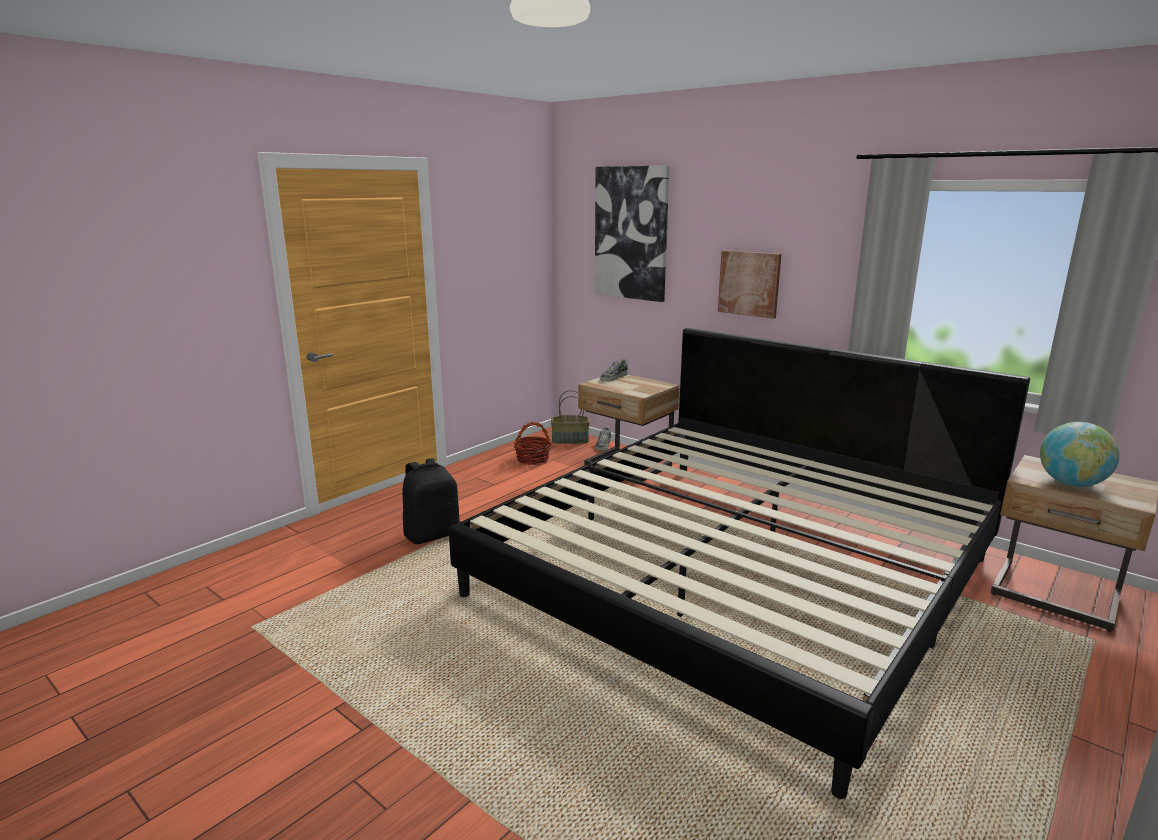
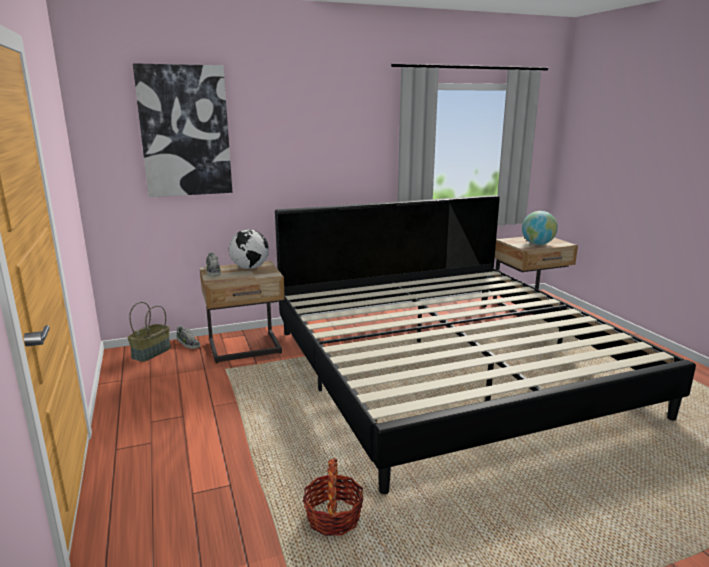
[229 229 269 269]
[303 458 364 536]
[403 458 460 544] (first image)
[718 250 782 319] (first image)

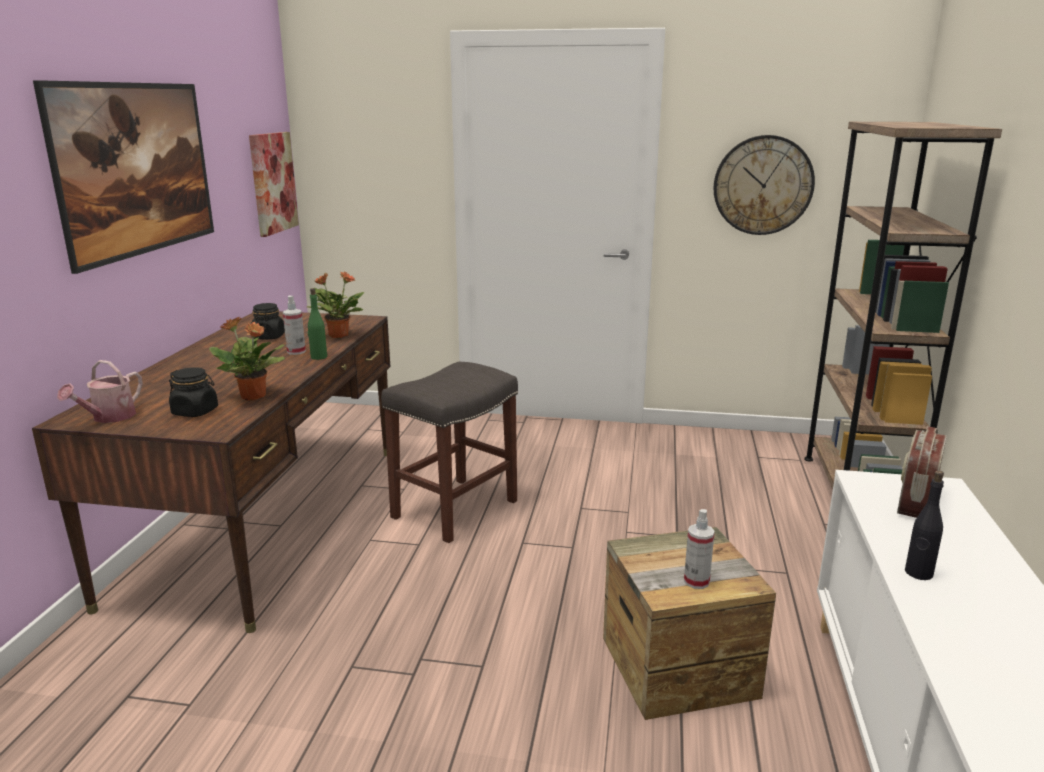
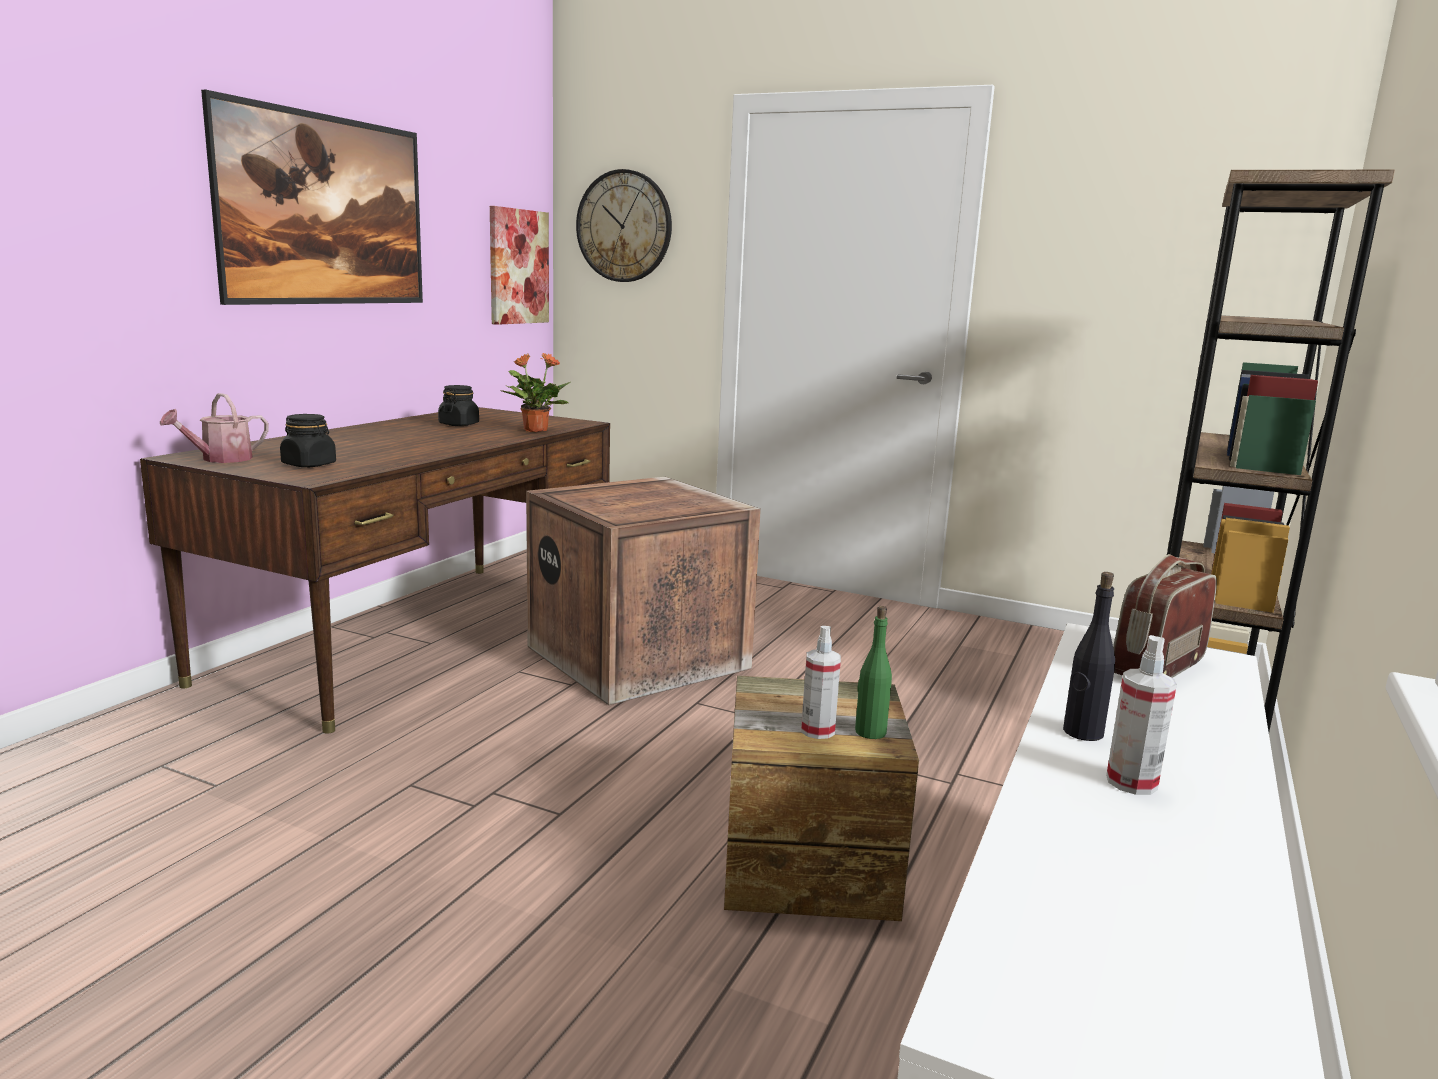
[526 477 761 705]
[576 169 672 282]
[855 606 892 739]
[1106 635 1177 795]
[209 317 285 401] (first image)

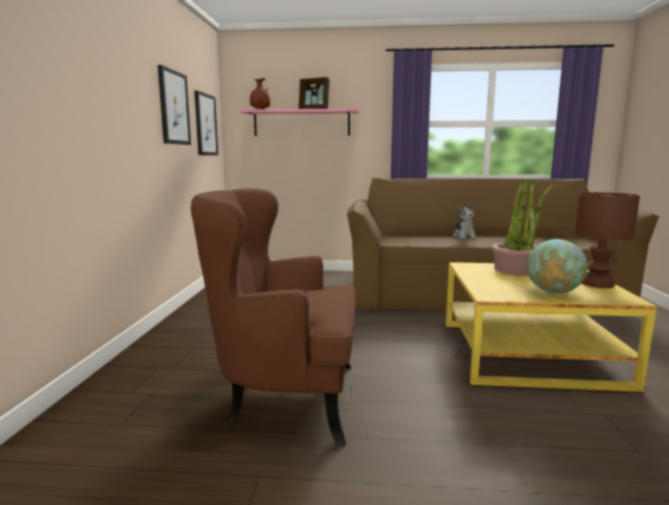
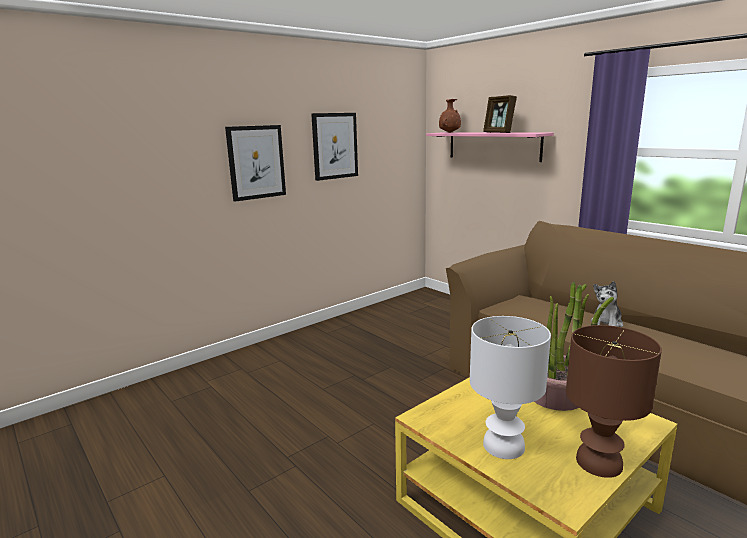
[225 125 286 202]
[470 316 551 459]
[191 188 355 446] (first image)

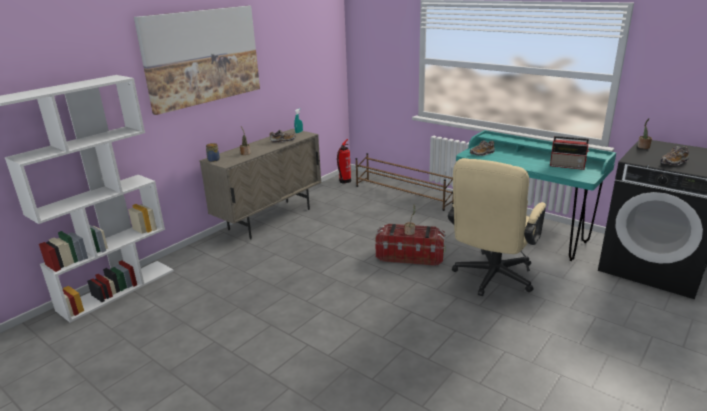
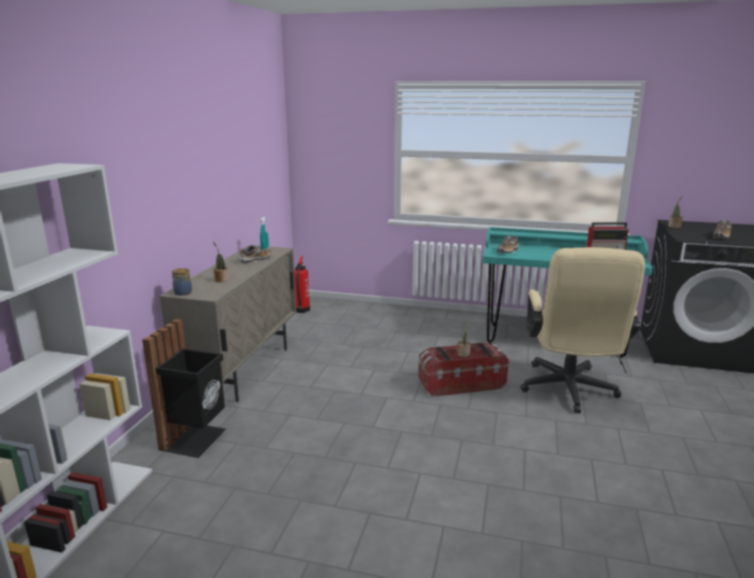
[142 319 226 458]
[134 6 260 115] (first image)
[356 153 454 211] (first image)

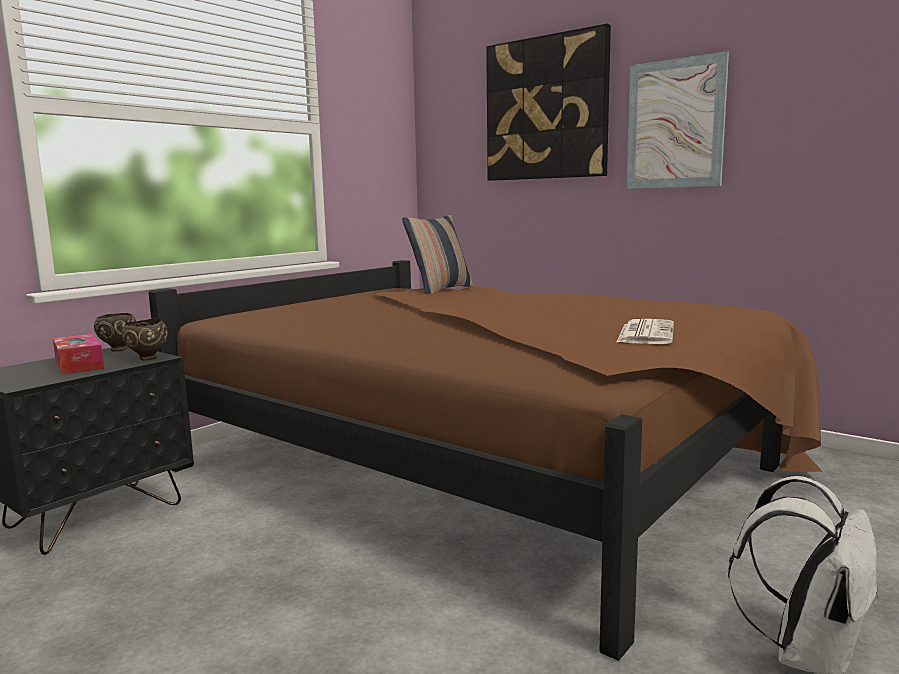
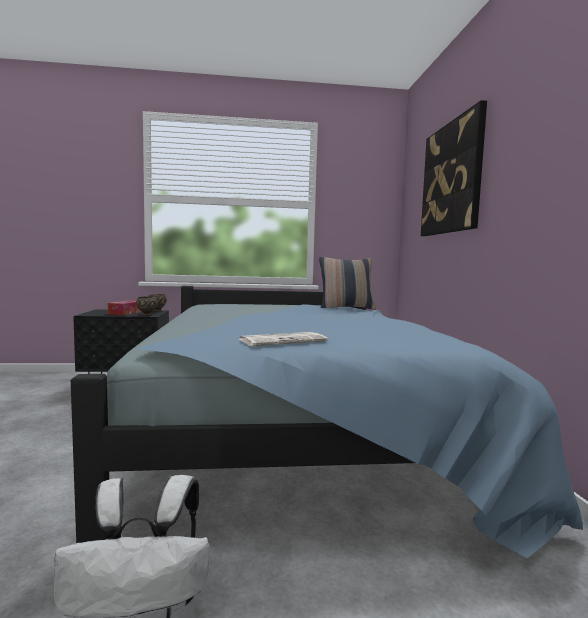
[71 286 583 558]
[626 51 729 189] (first image)

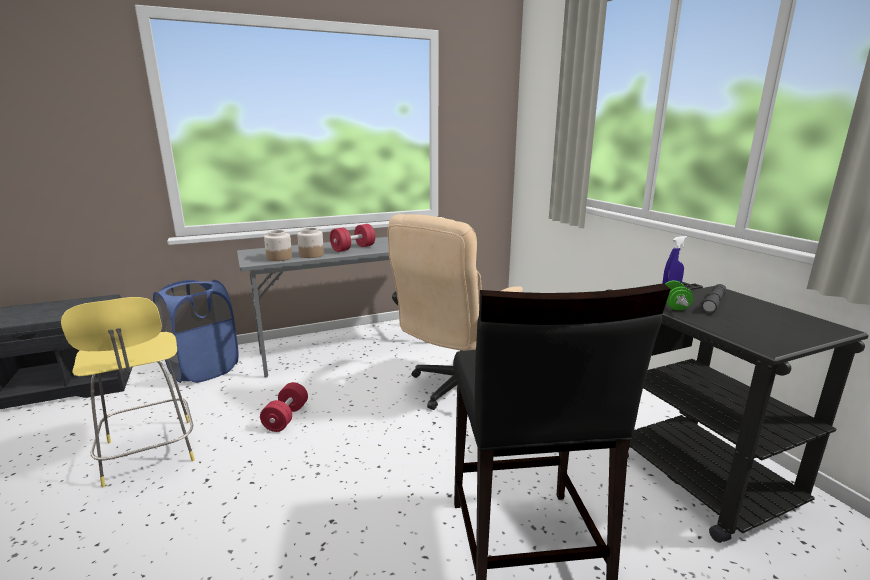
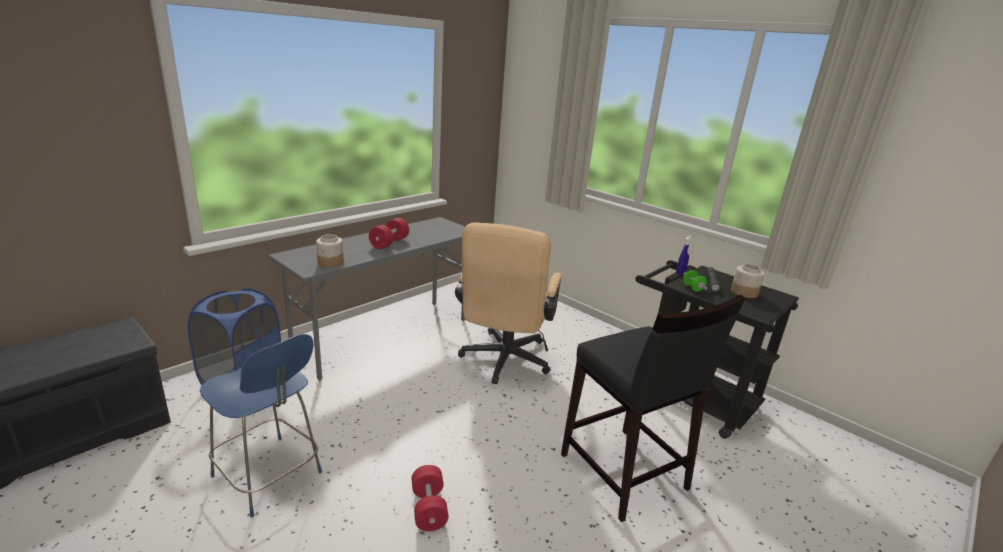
[200 334 322 517]
[412 465 449 531]
[731 264 765 298]

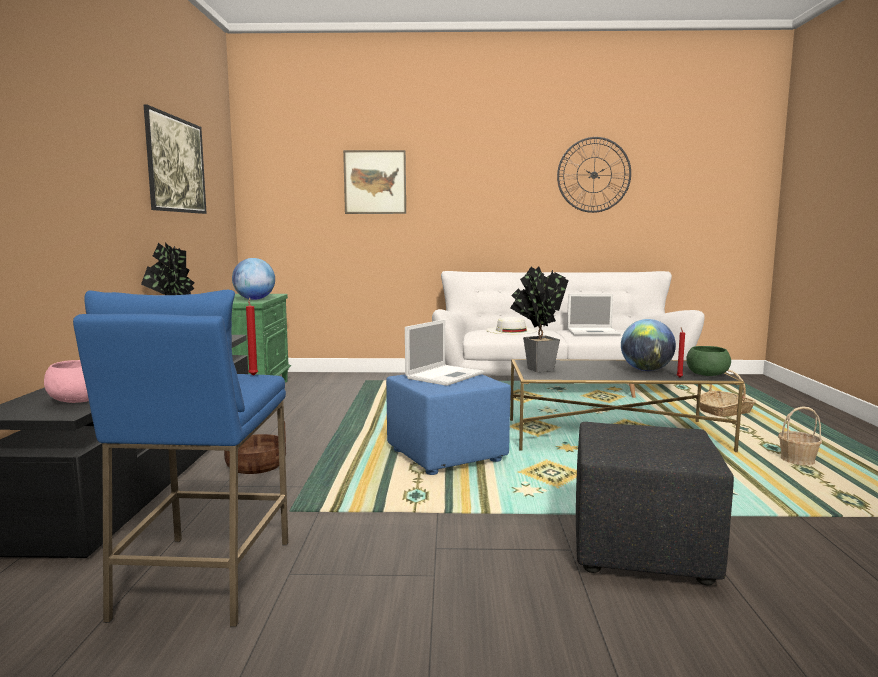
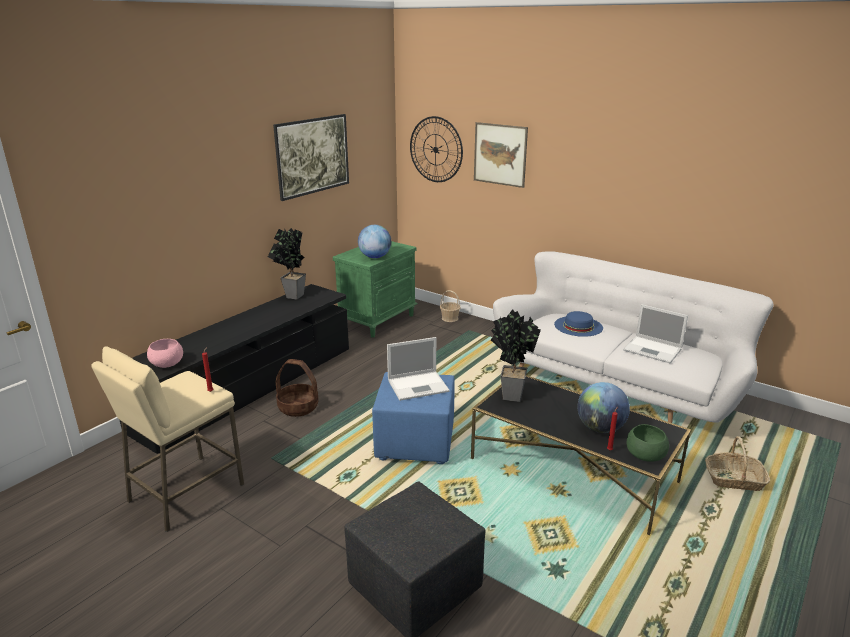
[91 346 244 532]
[410 116 463 182]
[440 290 461 322]
[554 311 603 337]

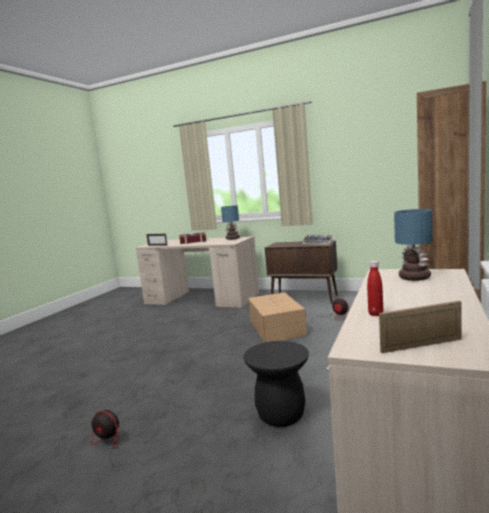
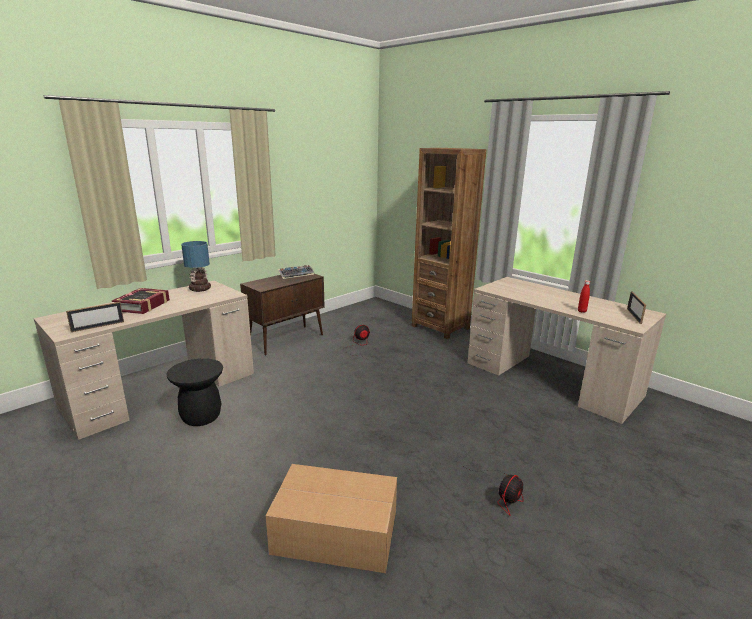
[167 358 223 426]
[266 464 397 573]
[394 209 433 281] (first image)

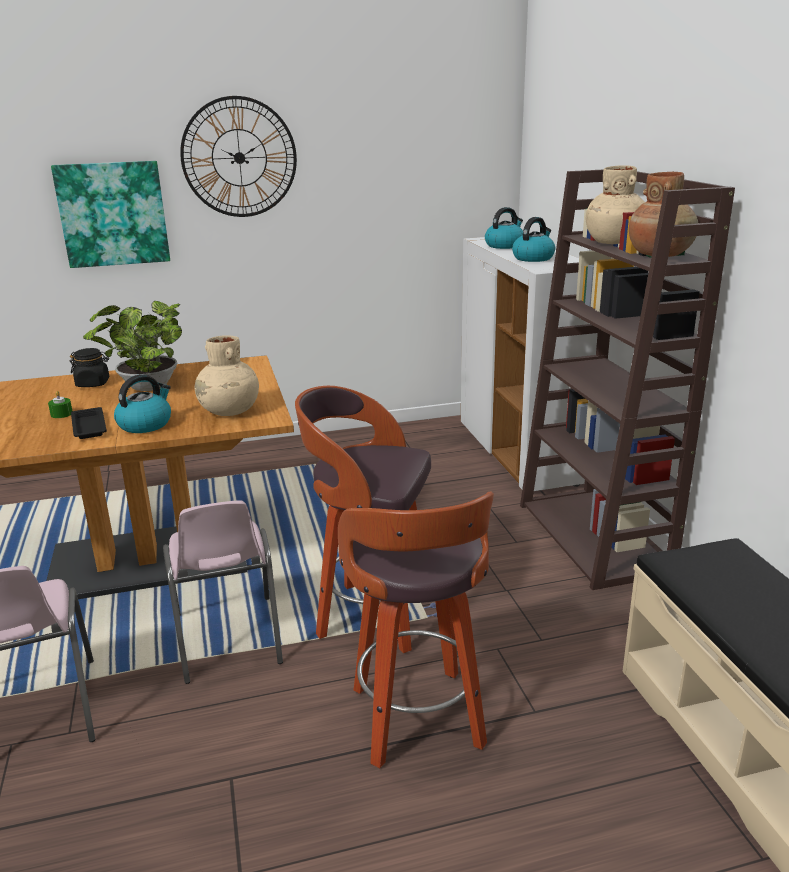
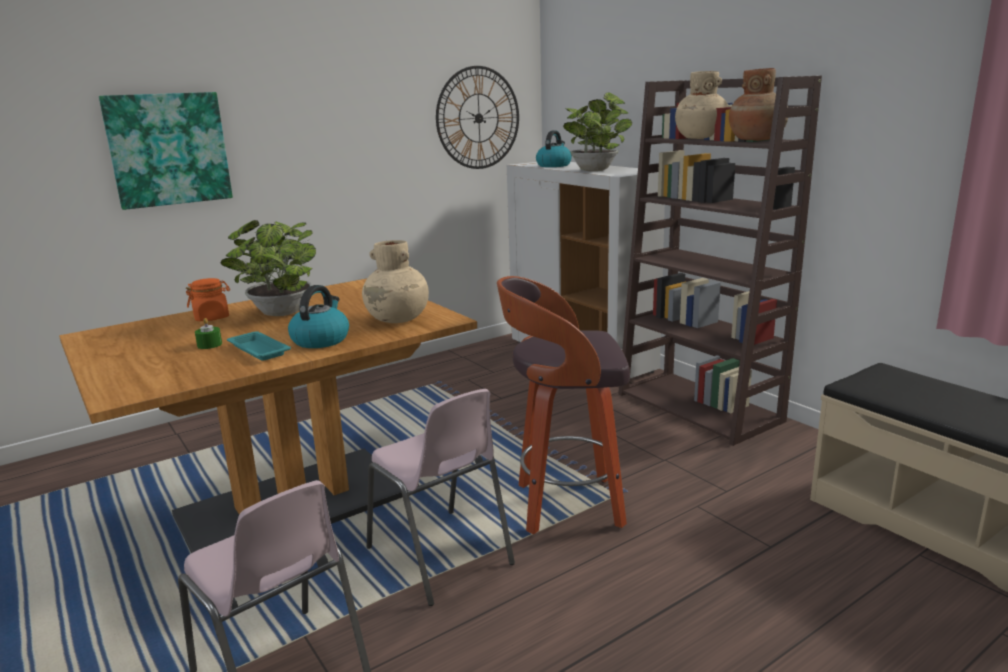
[185 278 230 321]
[227 331 291 361]
[436 66 519 169]
[563 92 632 171]
[338 491 494 768] (first image)

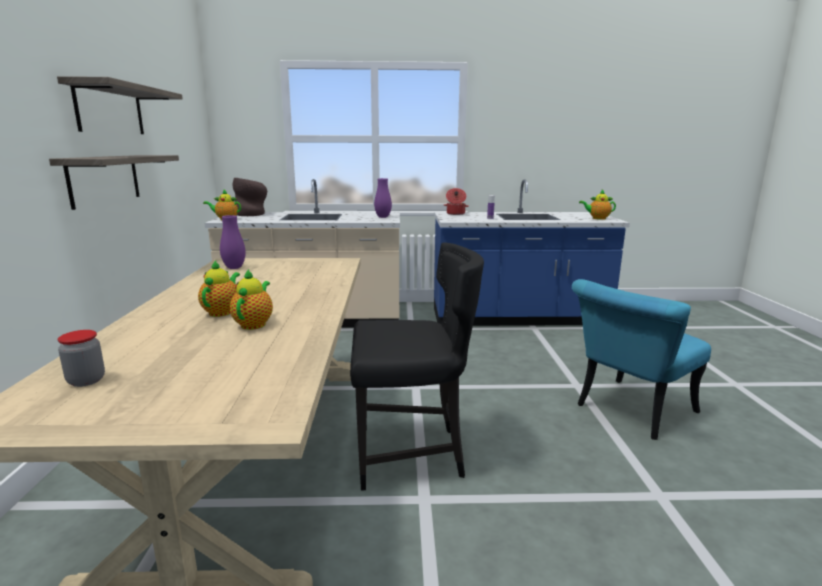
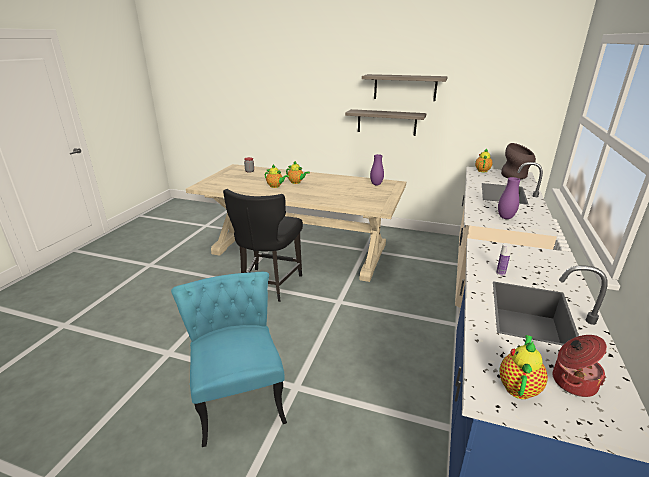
[553 335 607 397]

